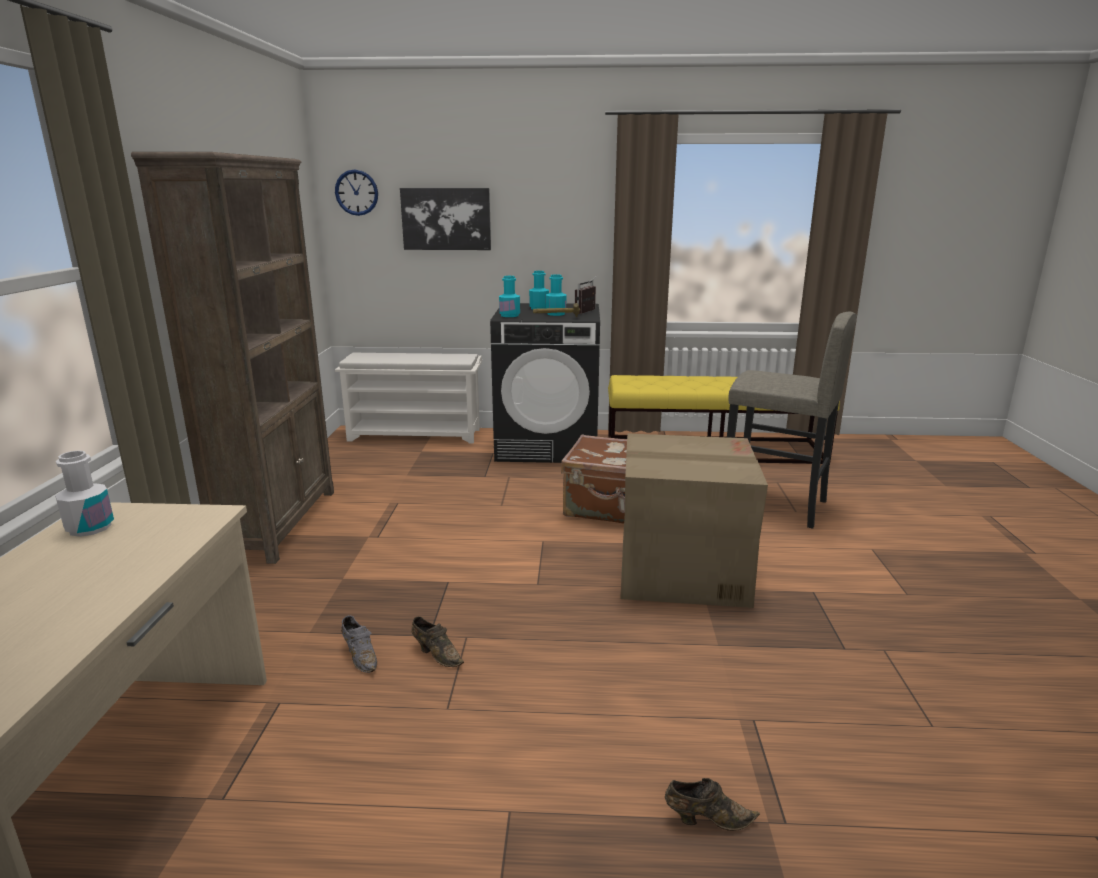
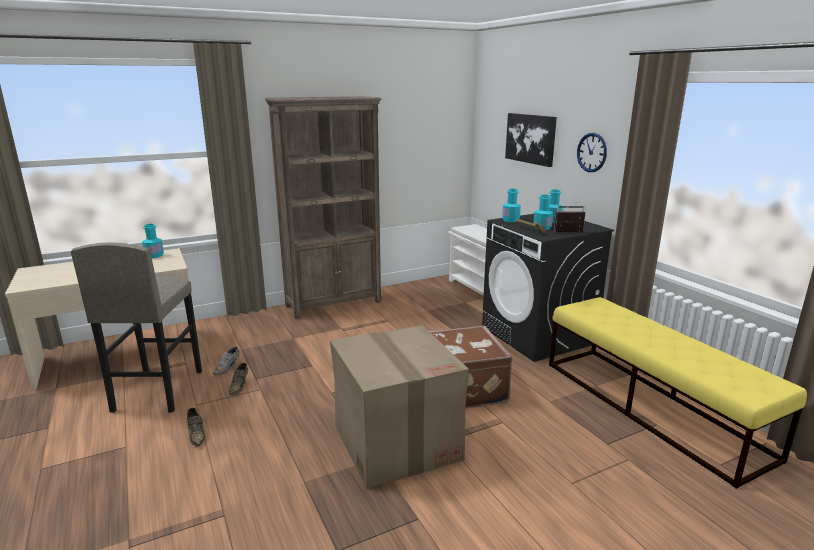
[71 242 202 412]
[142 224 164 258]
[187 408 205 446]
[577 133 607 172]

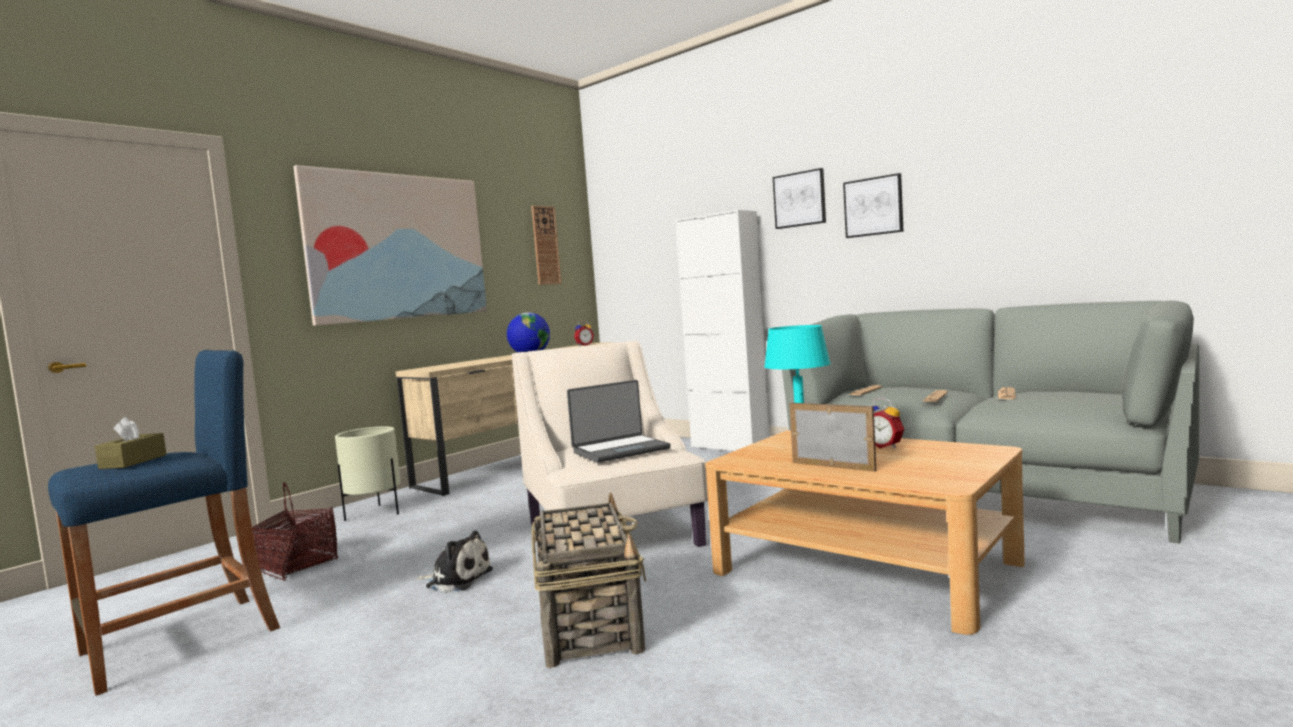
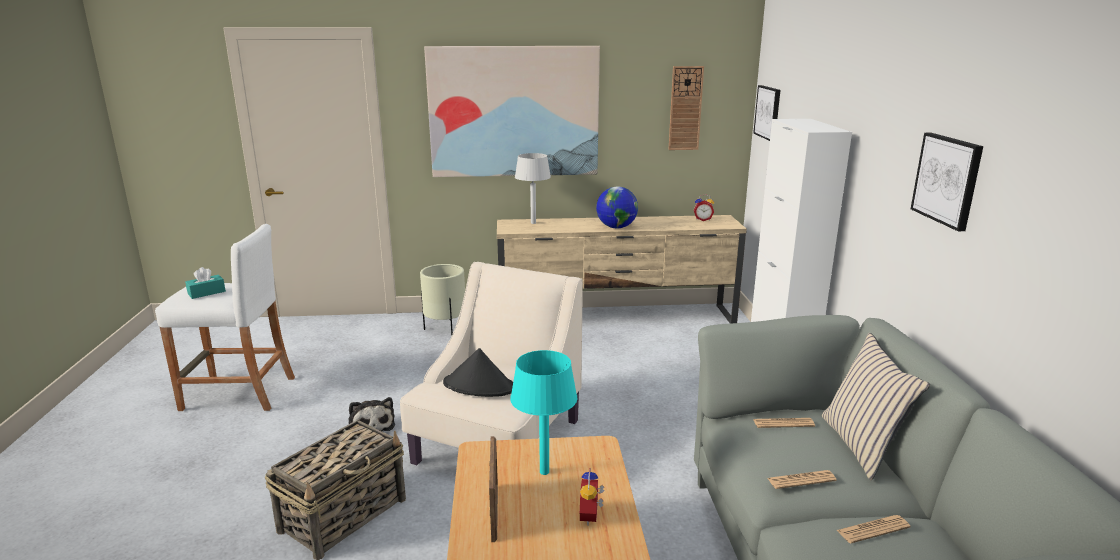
[155 224 295 411]
[185 267 226 299]
[443 348 513 397]
[515 153 551 224]
[753 85 780 141]
[822 333 930 481]
[252 482 338 581] (first image)

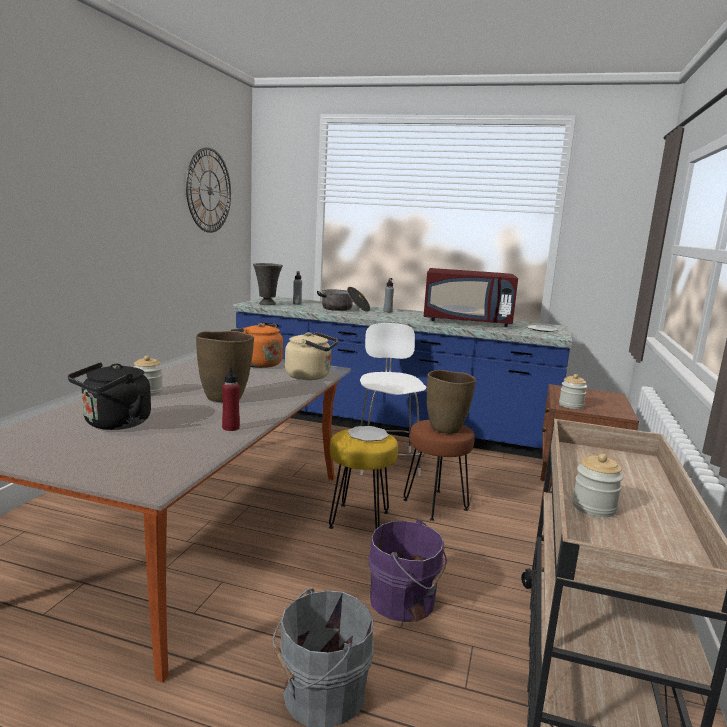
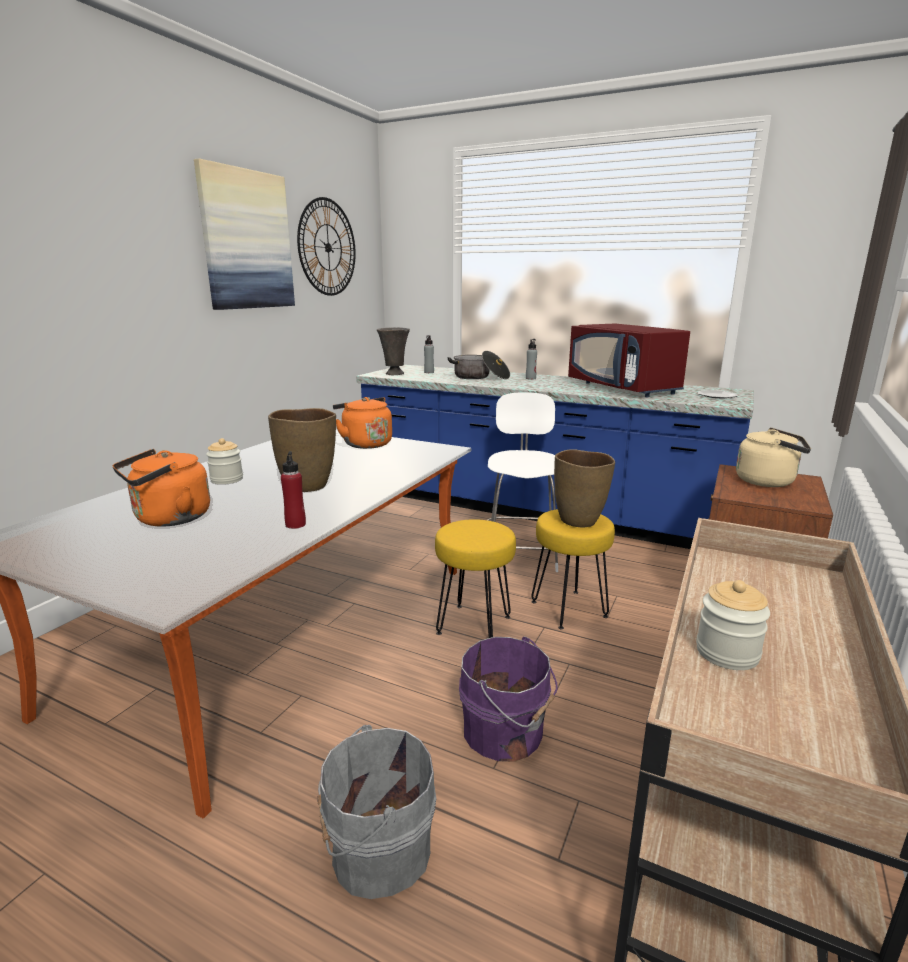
[112 449 210 527]
[194 158 295 310]
[531 509 615 630]
[568 324 690 397]
[736 428 811 487]
[348 426 389 441] (first image)
[559 374 587 409] (first image)

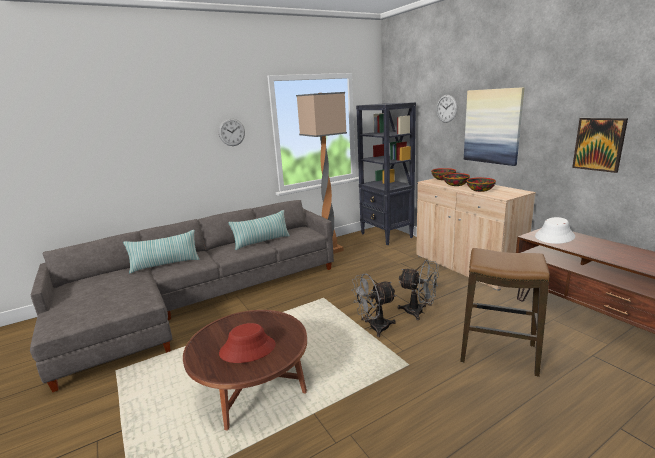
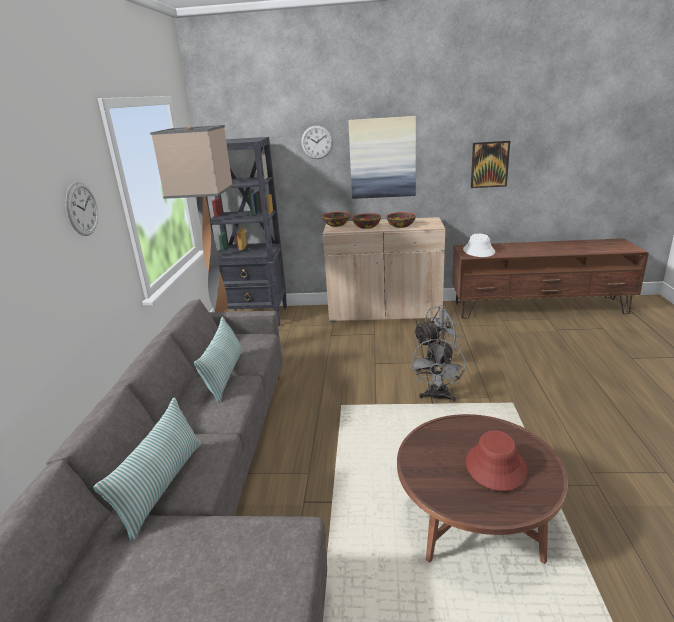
[460 248 550 377] (first image)

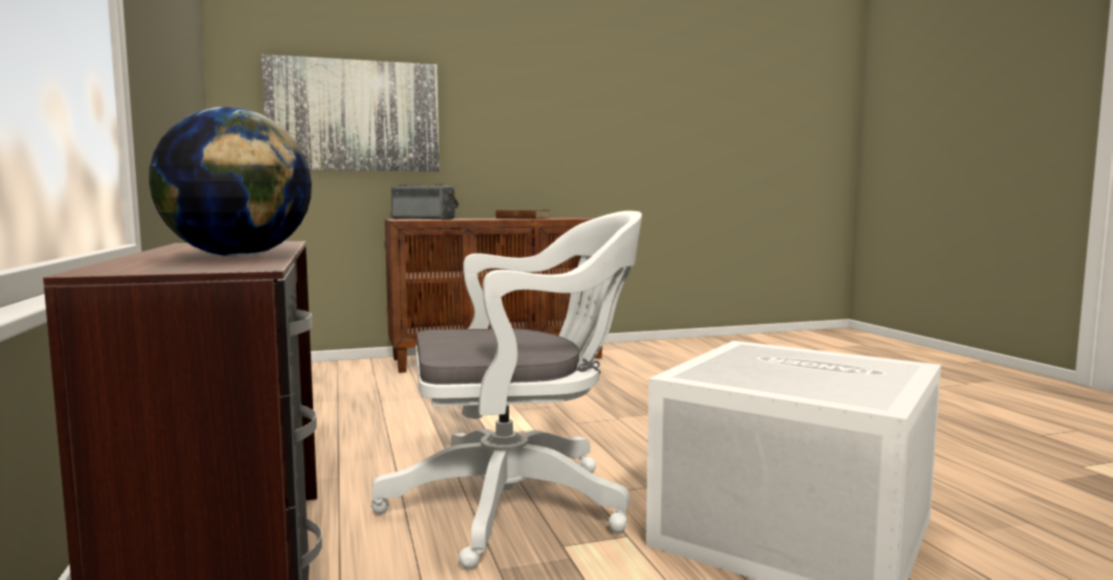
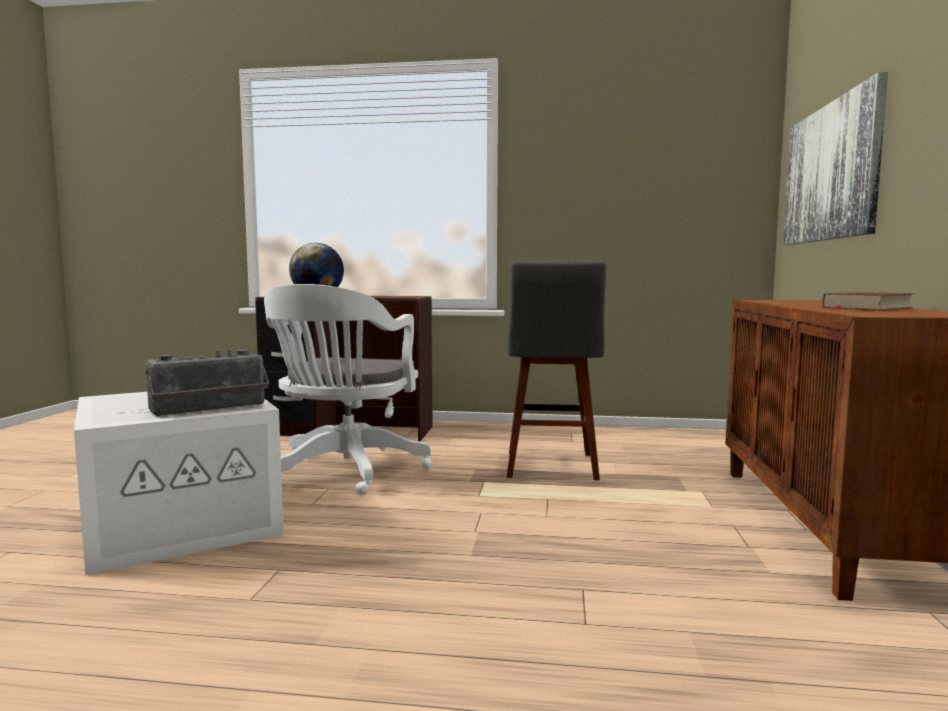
[145 350 269 417]
[507 260 606 480]

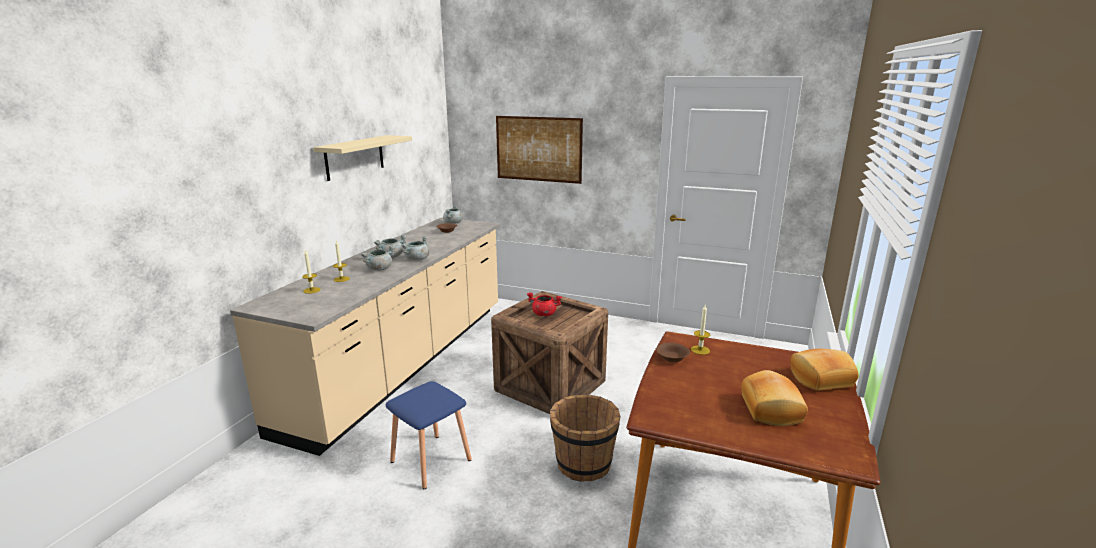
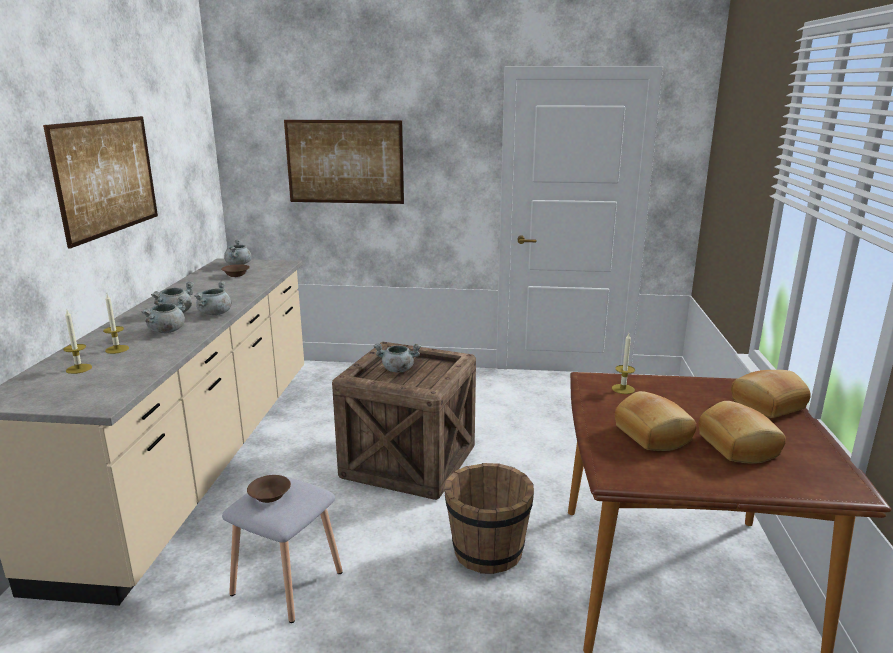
[43 116 158 249]
[222 475 343 623]
[247 475 291 503]
[374 343 421 373]
[615 391 696 451]

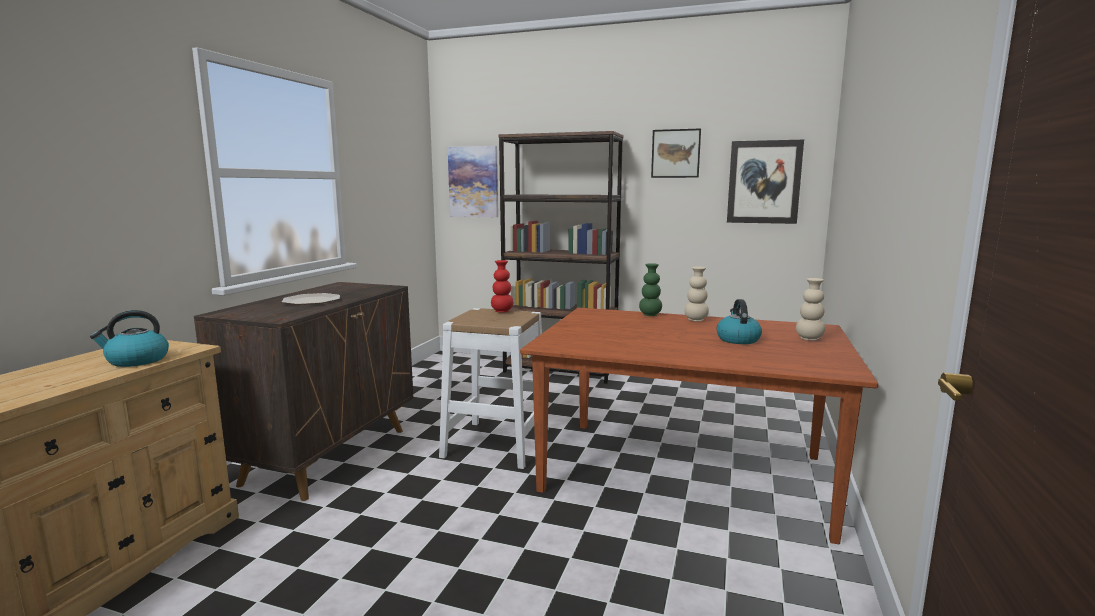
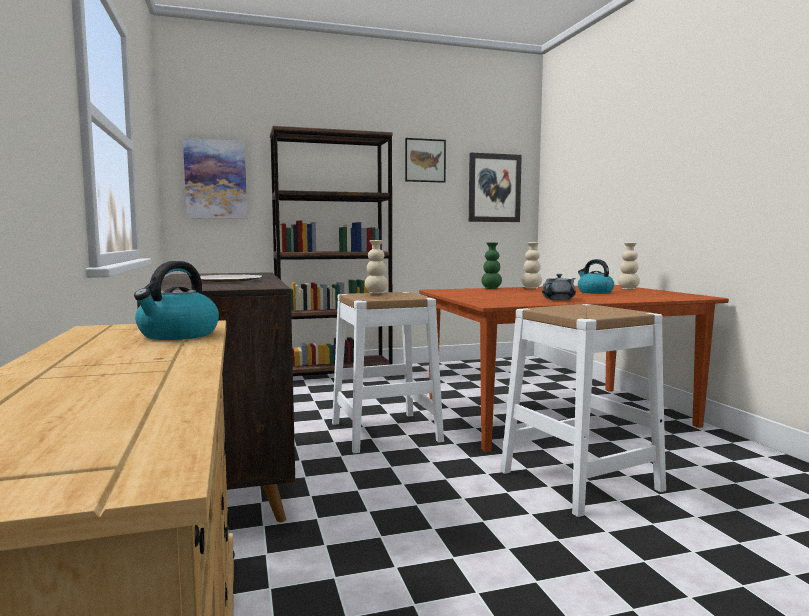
[365 240 388 294]
[500 304 666 517]
[542 274 576 300]

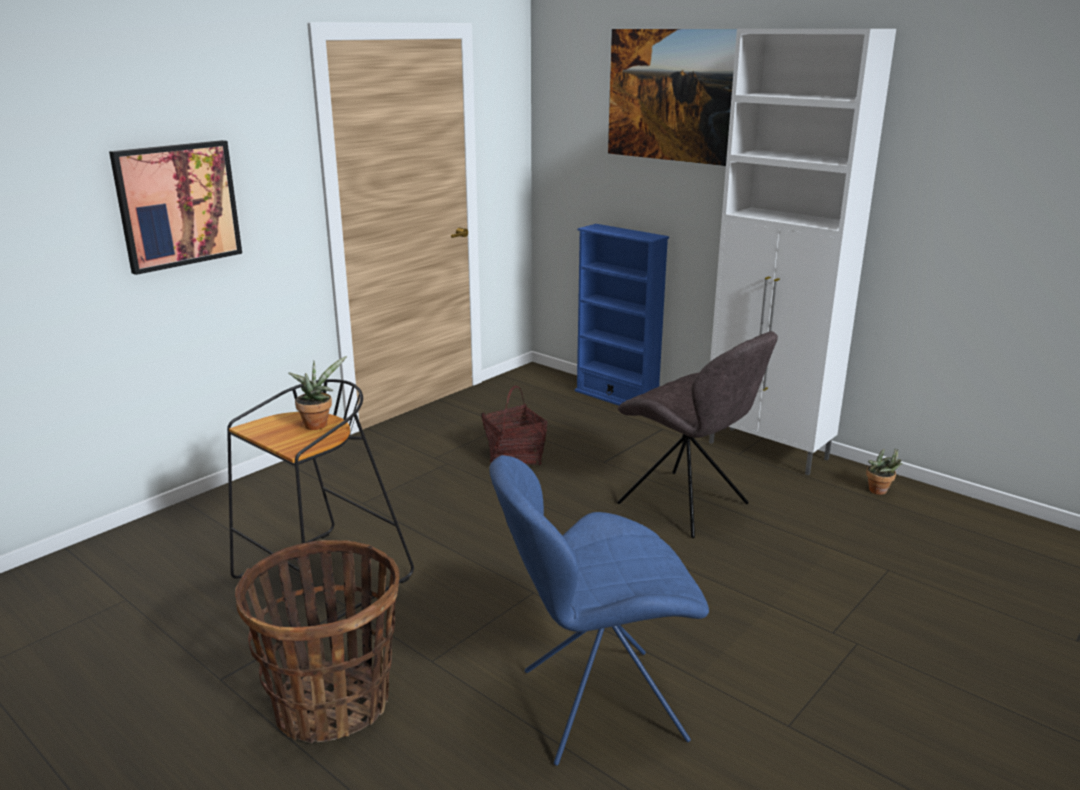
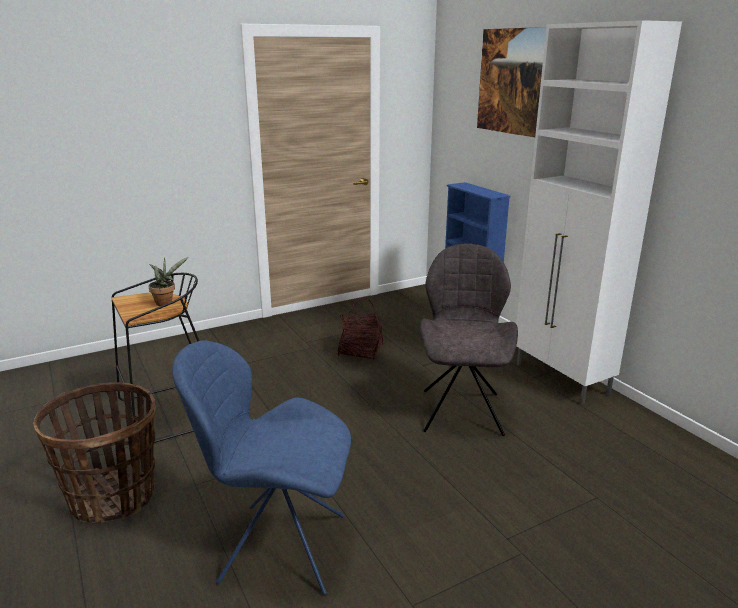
[420 243 518 436]
[109 140 242 275] (first image)
[866 448 902 495] (first image)

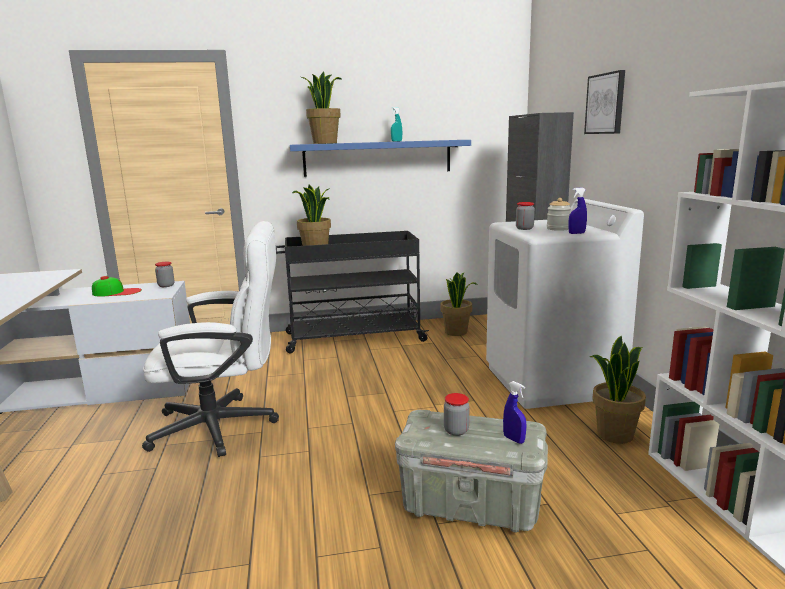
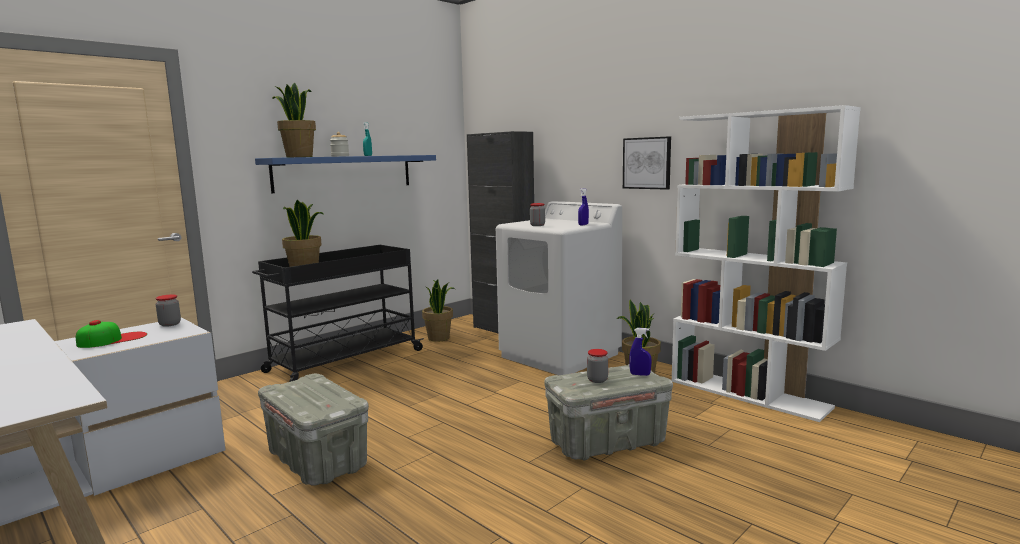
[258 374 369 486]
[330 132 349 157]
[623 137 671 190]

